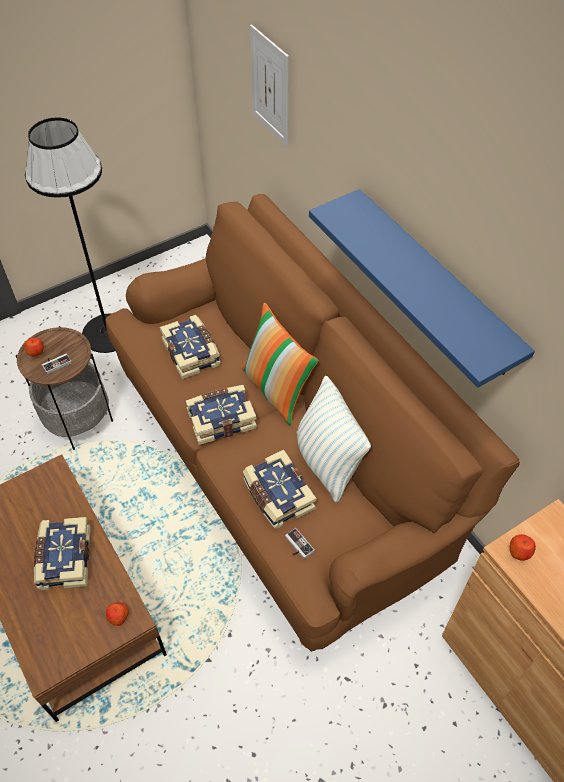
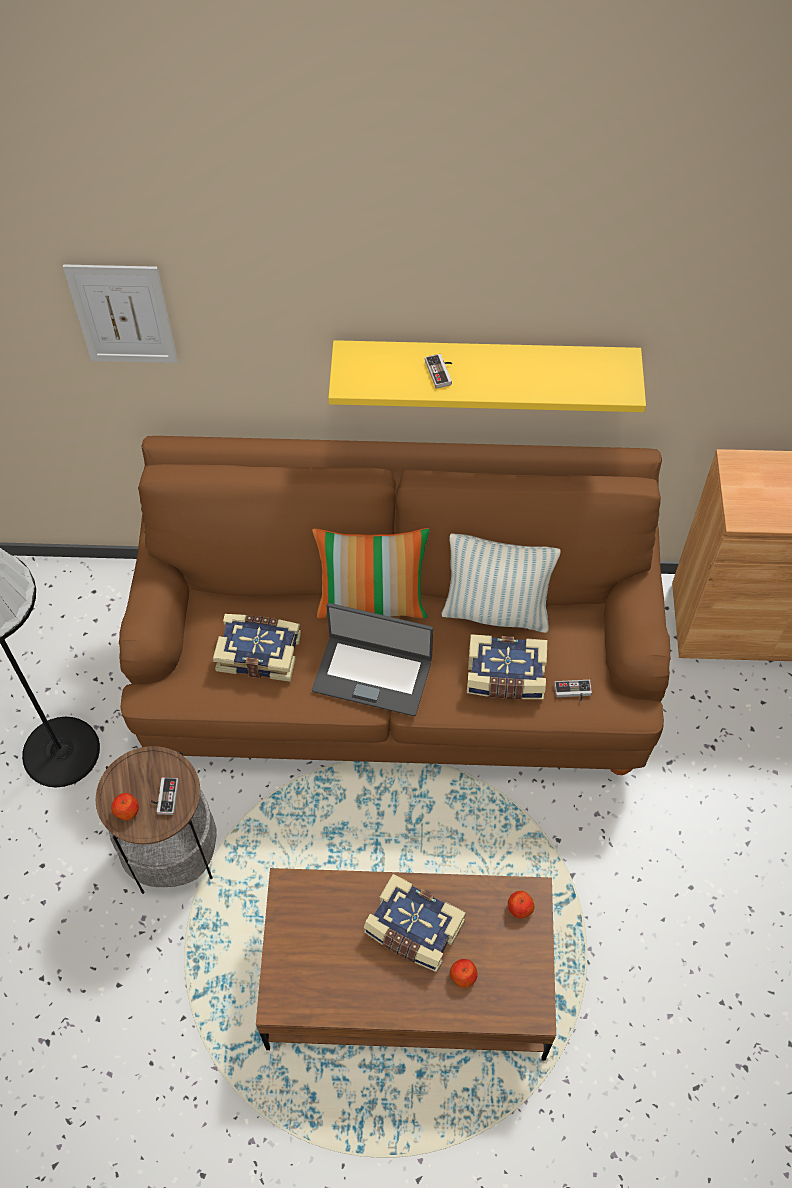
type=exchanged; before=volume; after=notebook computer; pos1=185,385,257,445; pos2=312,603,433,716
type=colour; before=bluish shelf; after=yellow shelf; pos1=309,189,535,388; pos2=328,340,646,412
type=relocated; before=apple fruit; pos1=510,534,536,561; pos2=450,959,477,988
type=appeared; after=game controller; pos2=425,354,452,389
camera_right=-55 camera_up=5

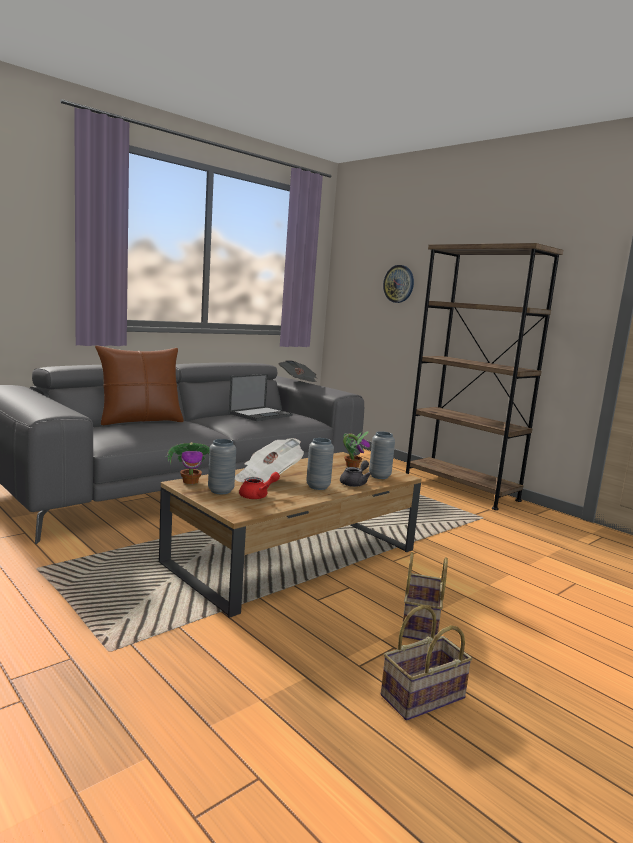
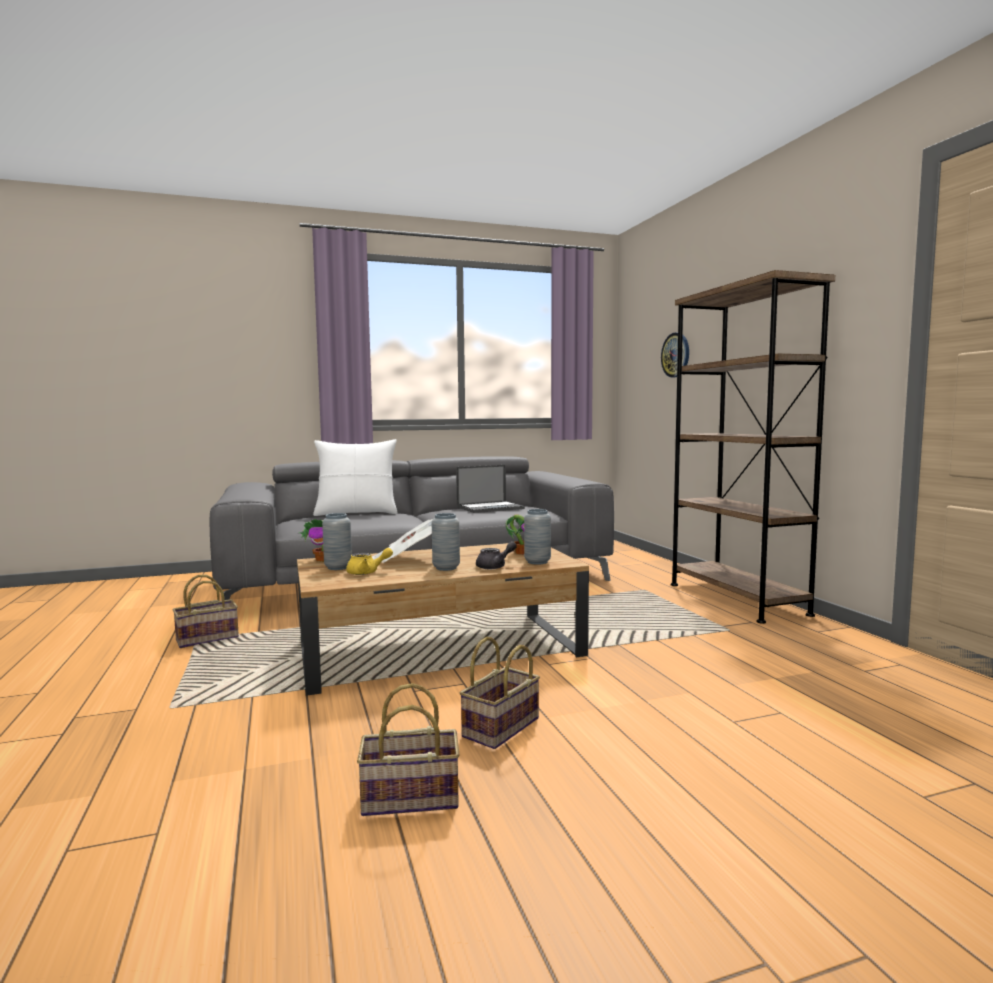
type=colour; before=brown throw pillow; after=white throw pillow; pos1=95,346,184,425; pos2=313,439,397,516
type=colour; before=red pot for tea; after=yellow pot for tea; pos1=239,472,280,499; pos2=346,548,393,575
type=missing; before=printed paper; pos1=279,360,317,382
type=appeared; after=storage basket; pos2=173,575,239,648
camera_right=25 camera_up=-5

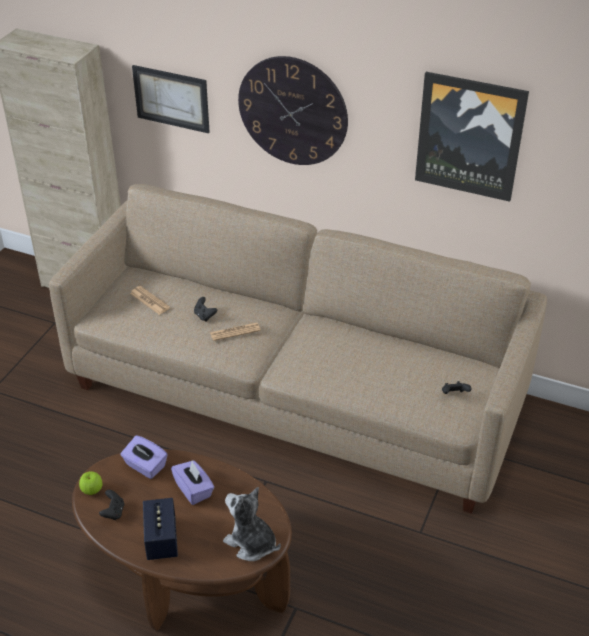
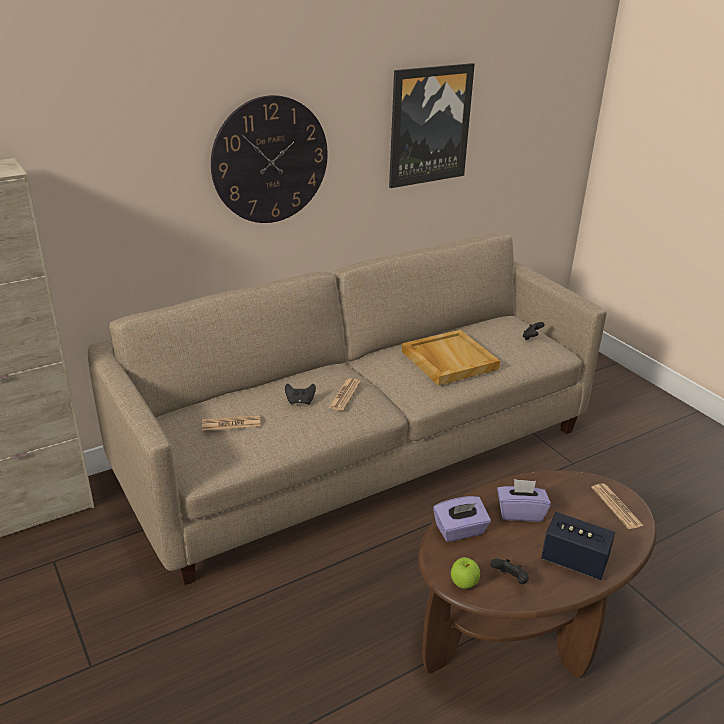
type=missing; before=wall picture; pos1=132,65,210,133
type=exchanged; before=plush toy; after=printed paper; pos1=223,487,281,561; pos2=591,483,644,529
type=appeared; after=beige-coloured serving tray; pos2=402,330,500,386
camera_right=-55 camera_up=-10

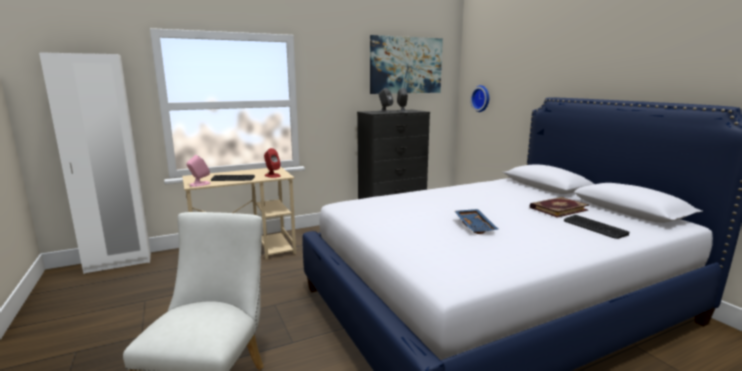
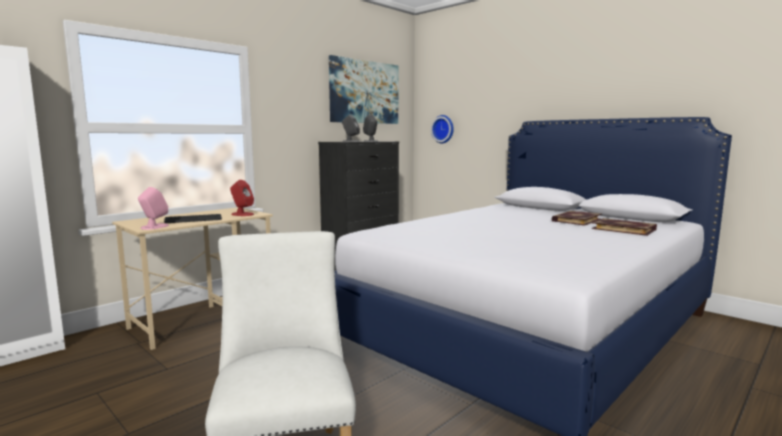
type=missing; before=bluish serving tray; pos1=455,209,498,234
type=exchanged; before=keyboard; after=volume; pos1=564,215,629,239; pos2=592,218,657,236
camera_right=-20 camera_up=-5

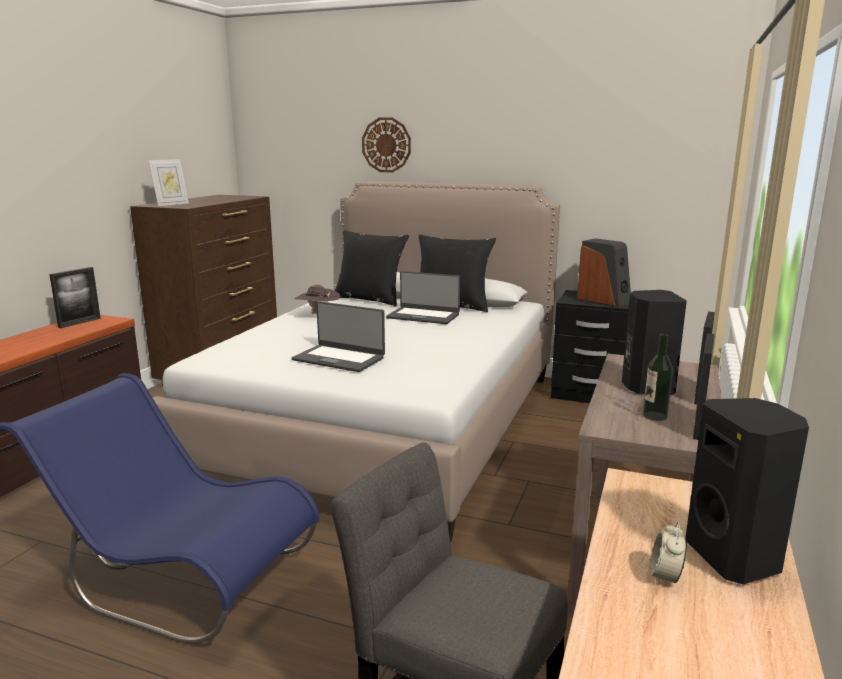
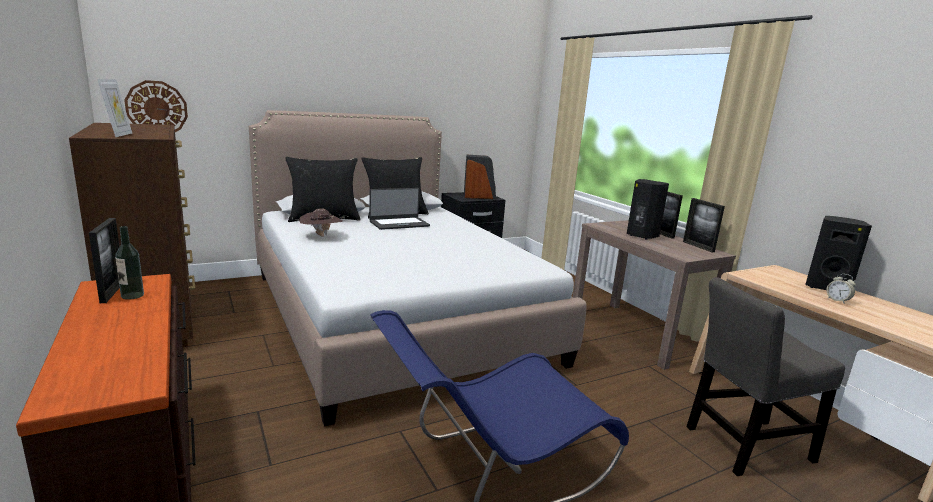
type=missing; before=notebook computer; pos1=292,301,385,372
type=relocated; before=clock on the wall; pos1=362,117,411,172; pos2=124,80,188,132
type=relocated; before=bottle; pos1=643,333,673,421; pos2=115,226,144,300
camera_right=-50 camera_up=0

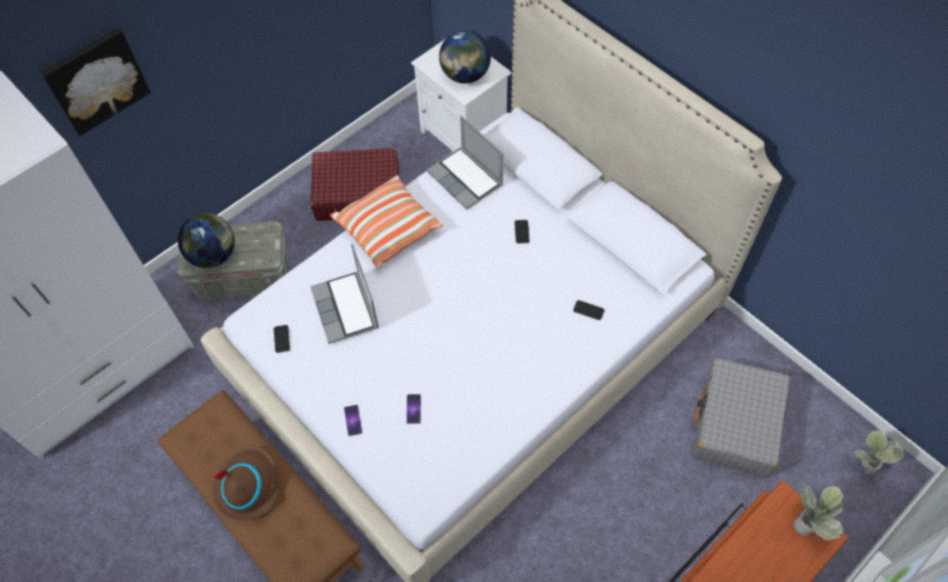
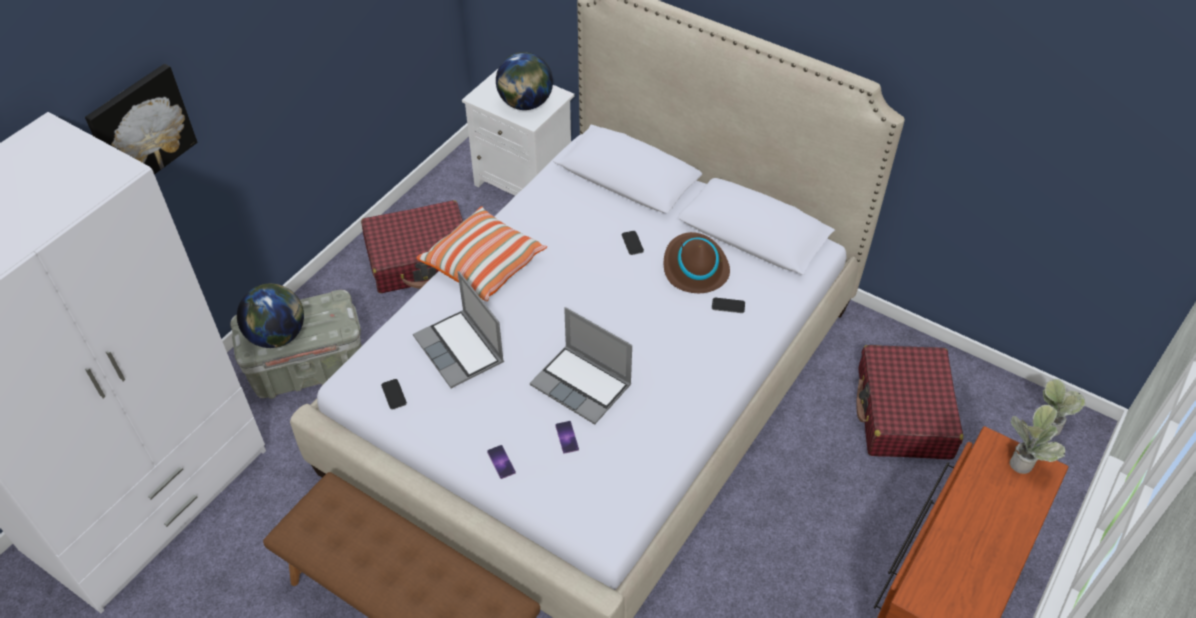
type=relocated; before=brown clothing hat; pos1=213,446,278,521; pos2=664,232,730,293
type=relocated; before=notebook computer; pos1=427,116,503,210; pos2=530,307,632,425
type=colour; before=grey suitcase; after=red suitcase; pos1=692,358,790,478; pos2=856,345,963,459
camera_right=-15 camera_up=-10

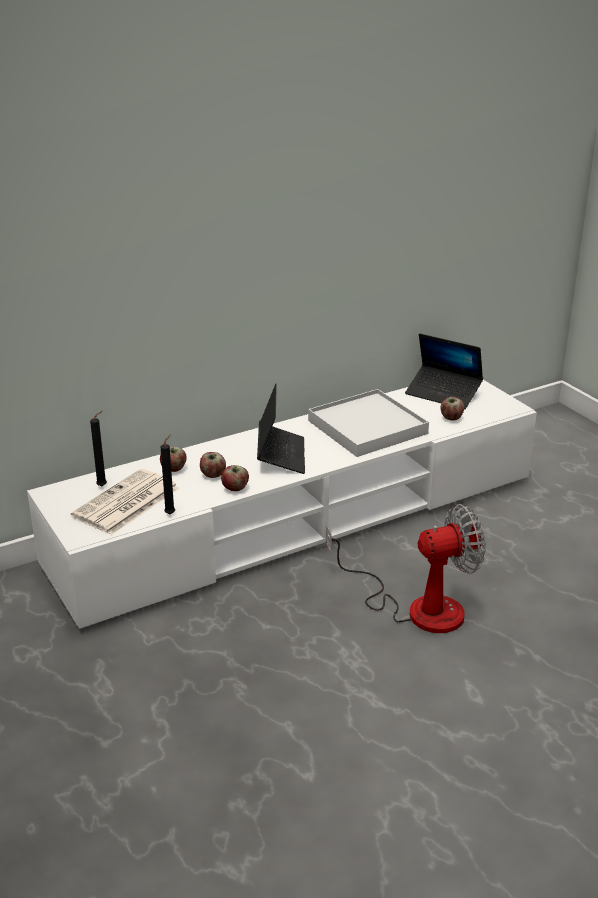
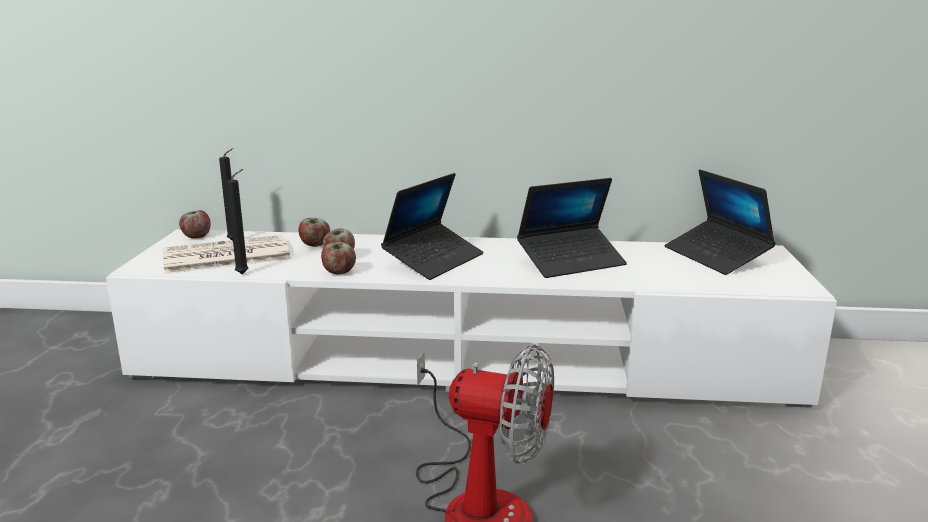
type=exchanged; before=white serving tray; after=notebook computer; pos1=308,389,429,457; pos2=517,178,627,278
type=relocated; before=apple fruit; pos1=440,397,464,420; pos2=179,210,211,239
camera_right=35 camera_up=-10

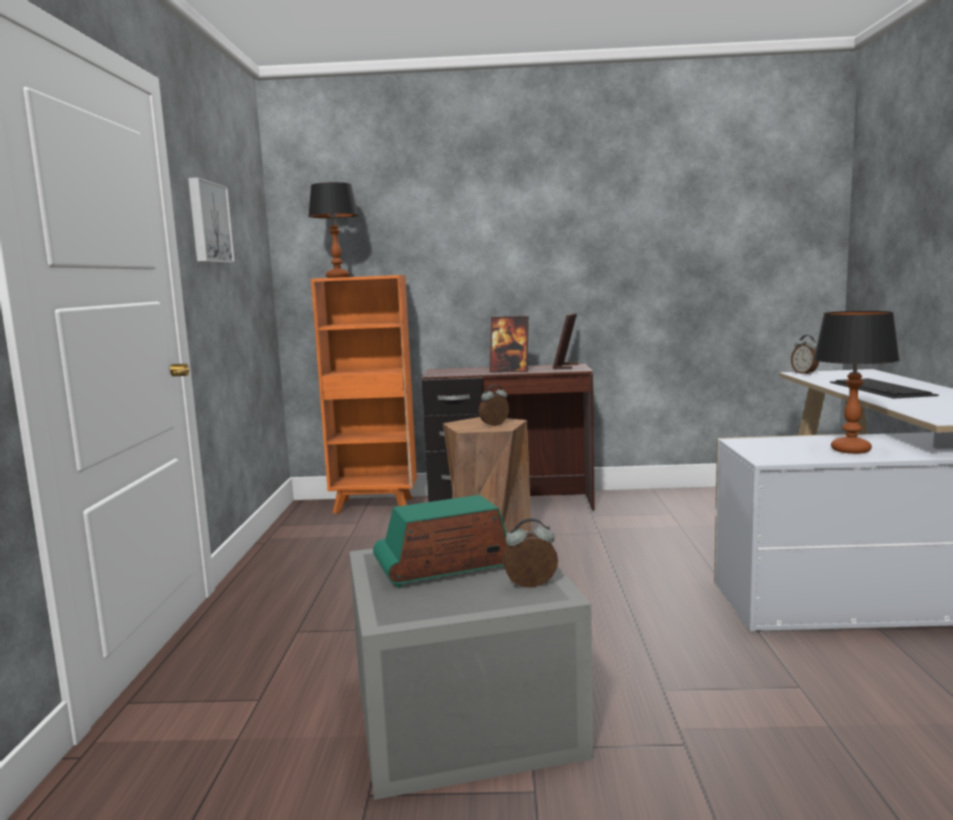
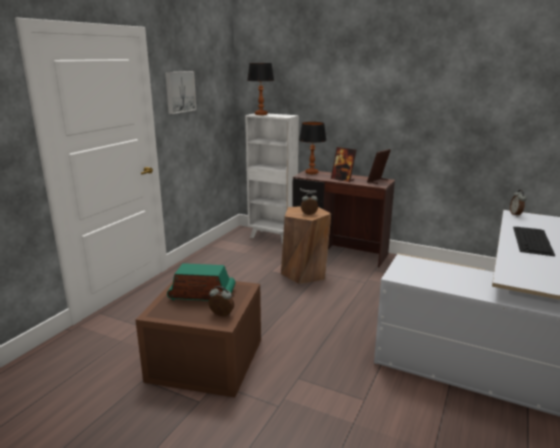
type=colour; before=orange-coloured shelving unit; after=white shelving unit; pos1=311,275,417,514; pos2=245,113,299,245
type=colour; before=grey storage box; after=brown storage box; pos1=349,531,593,800; pos2=136,281,261,397
type=relocated; before=lamp for a table; pos1=814,311,900,454; pos2=299,122,327,174
camera_right=25 camera_up=10

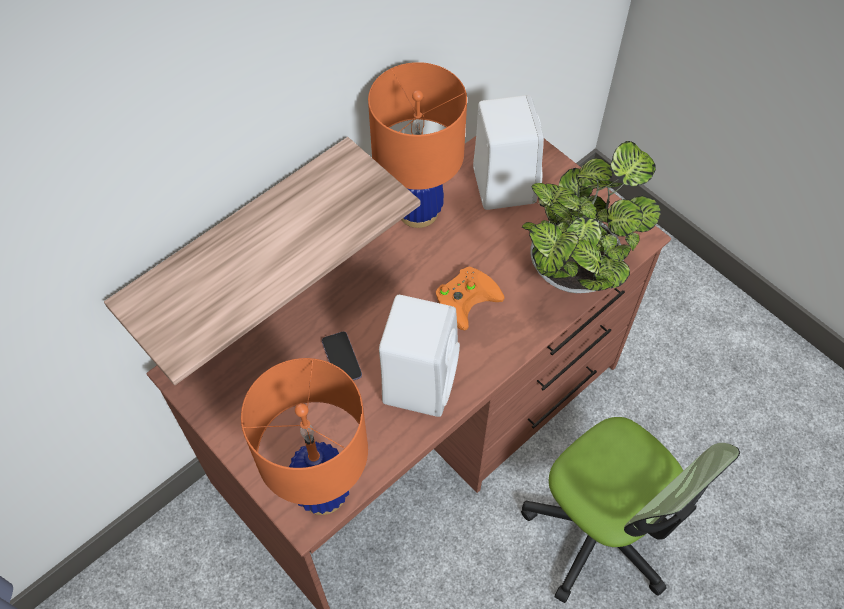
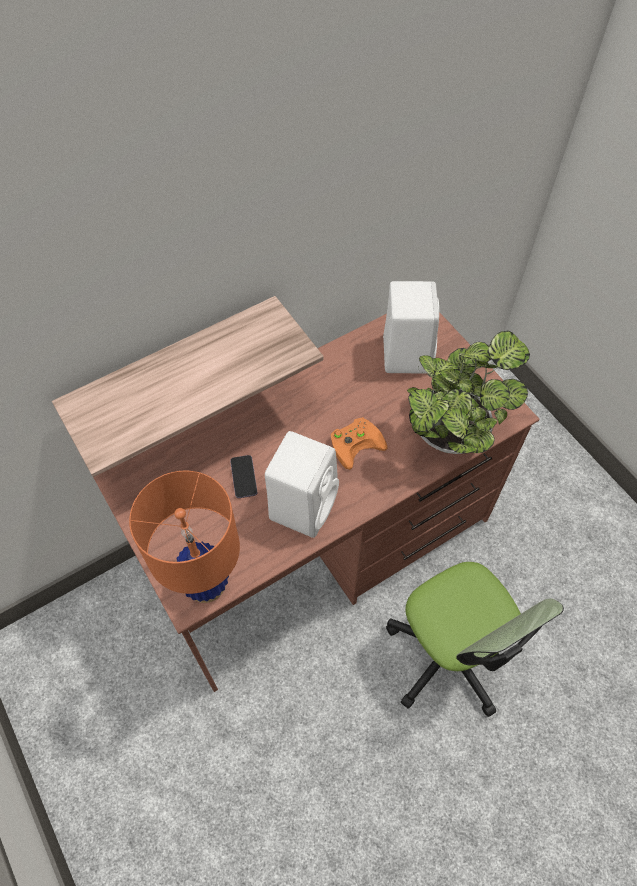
type=missing; before=orange-coloured lamp for a table; pos1=368,62,467,228
camera_right=10 camera_up=0

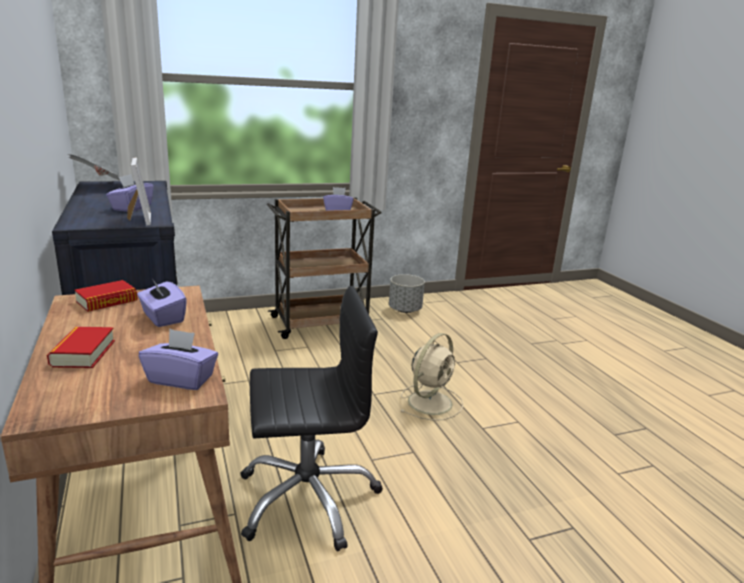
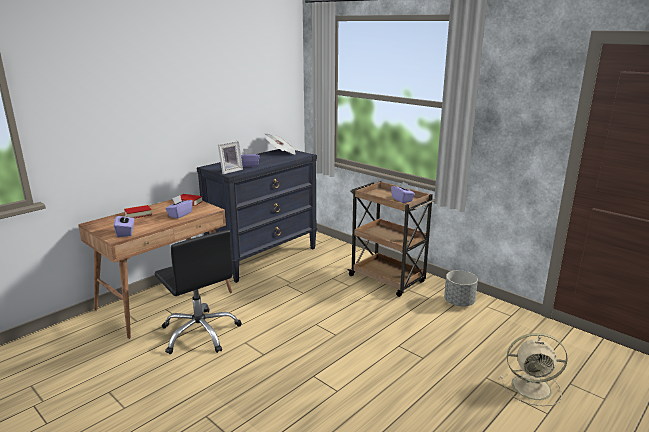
type=relocated; before=beige-coloured fan; pos1=400,333,463,421; pos2=500,333,567,406
camera_right=65 camera_up=0

